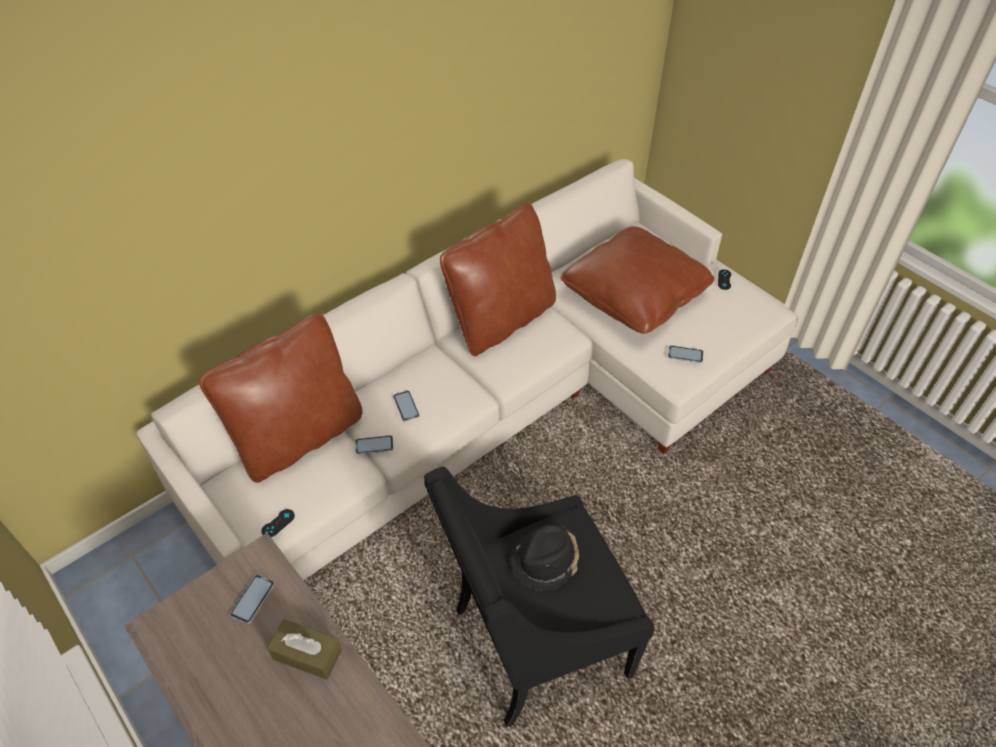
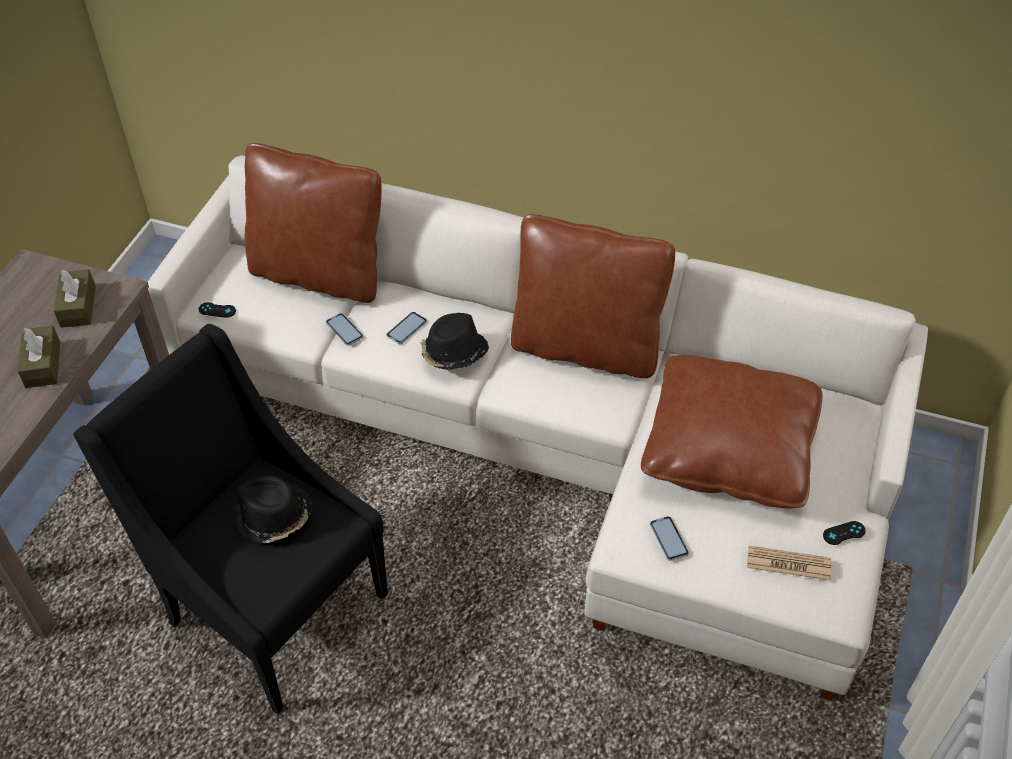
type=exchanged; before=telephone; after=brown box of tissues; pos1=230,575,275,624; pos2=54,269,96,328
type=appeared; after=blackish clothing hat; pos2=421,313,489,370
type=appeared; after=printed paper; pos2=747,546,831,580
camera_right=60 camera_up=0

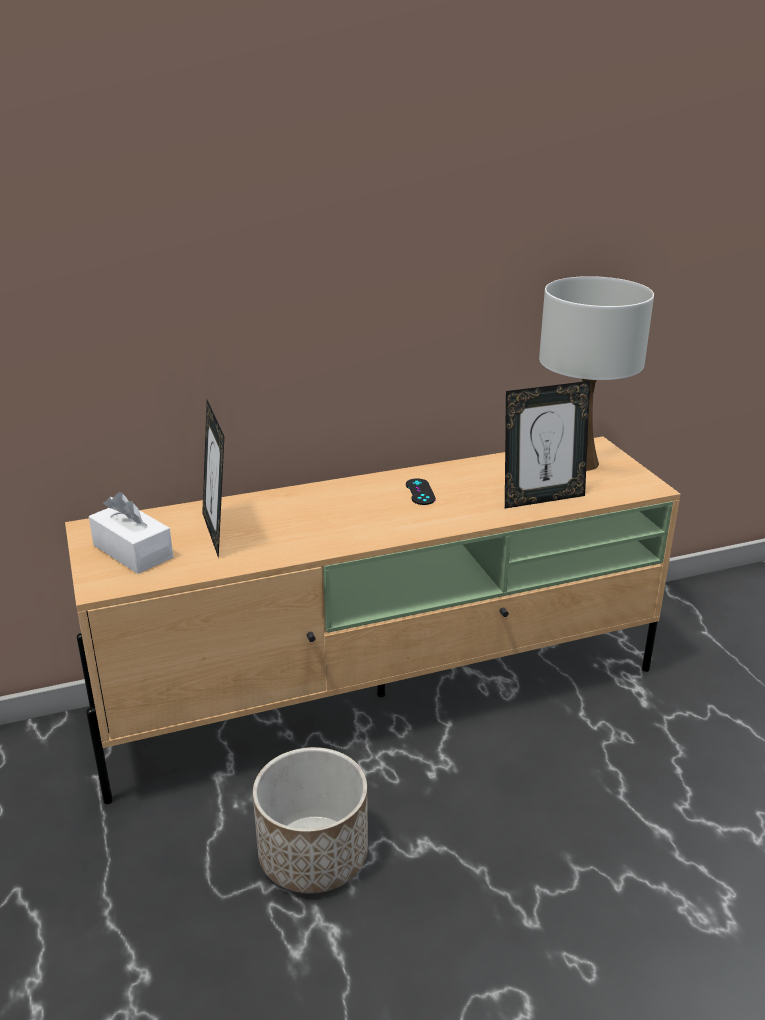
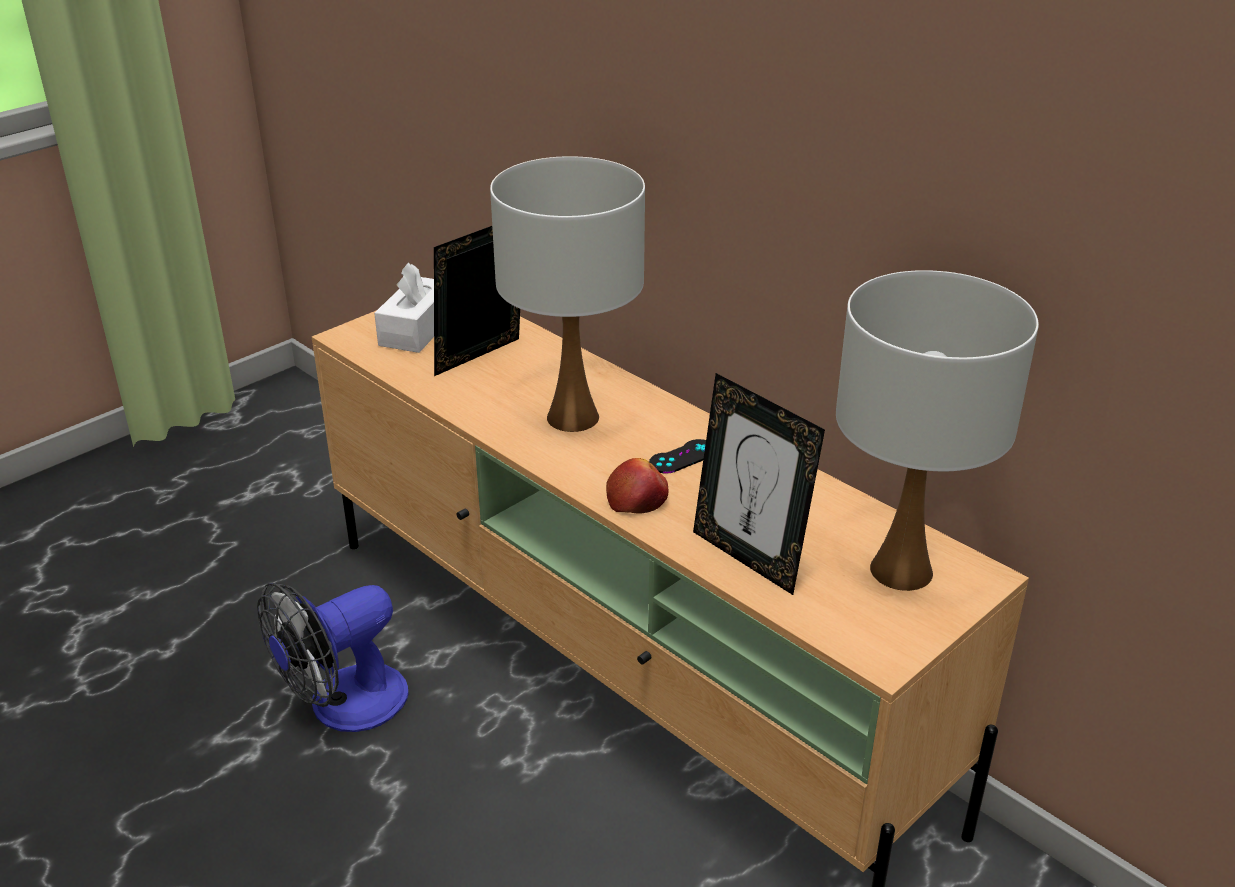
type=exchanged; before=plant pot; after=fan; pos1=253,747,368,894; pos2=257,583,409,732
type=appeared; after=white lamp for a table; pos2=490,156,645,432
type=appeared; after=apple fruit; pos2=606,458,669,514
camera_right=65 camera_up=5

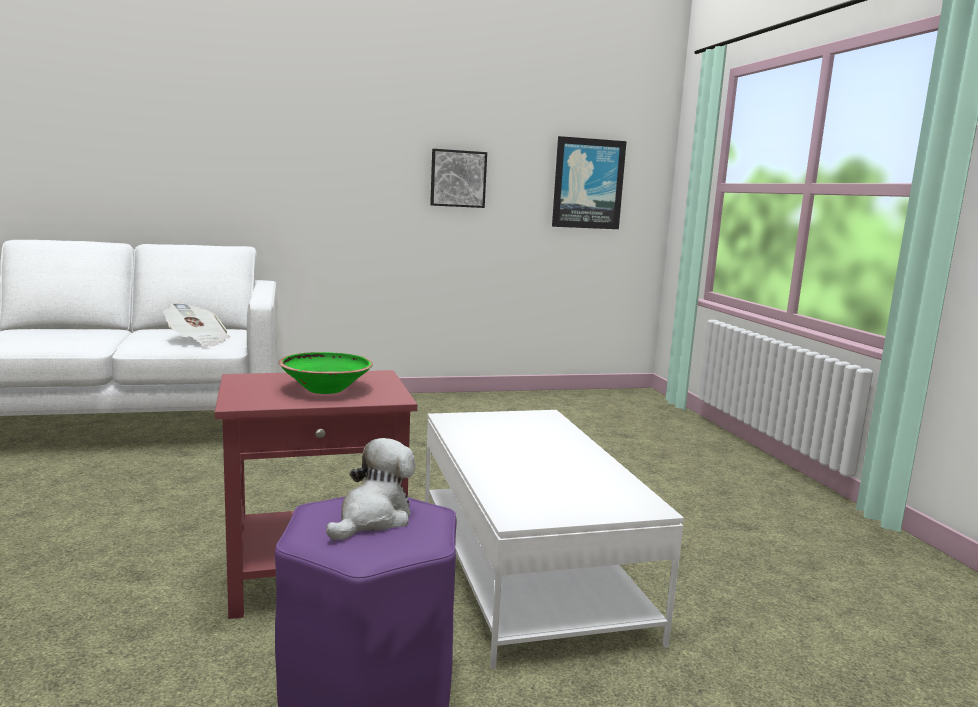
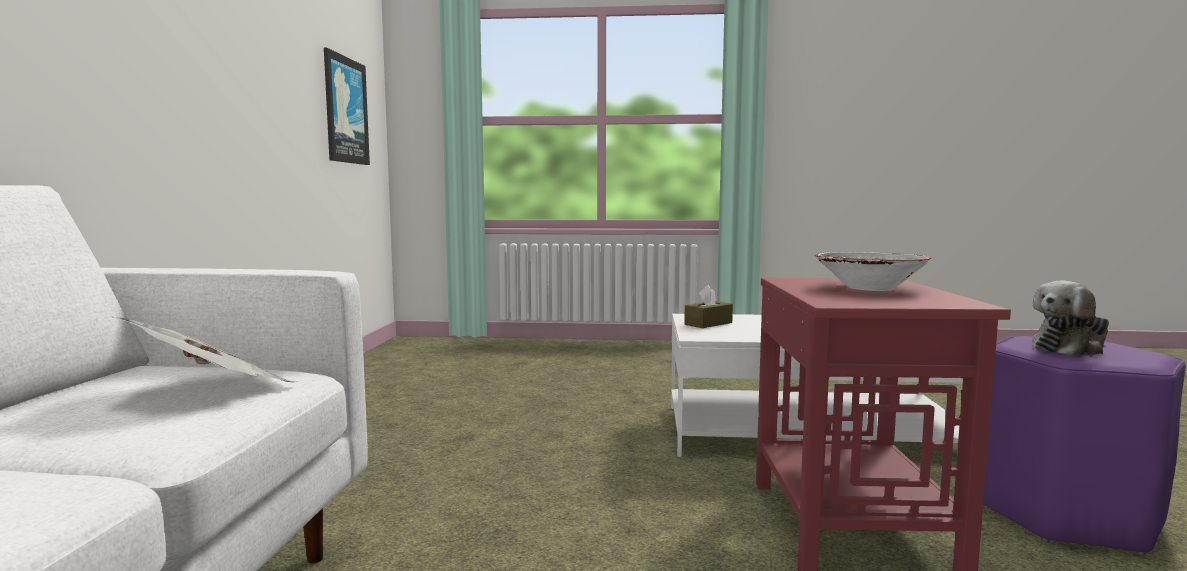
type=colour; before=green deep dish; after=white deep dish; pos1=279,352,373,394; pos2=815,252,931,291
type=spun; before=plush toy; pos1=326,438,416,540; pos2=1032,281,1109,356; turn=-75
type=missing; before=wall picture; pos1=430,149,487,208
type=appeared; after=brown box of tissues; pos2=684,285,733,328
camera_right=-70 camera_up=-5

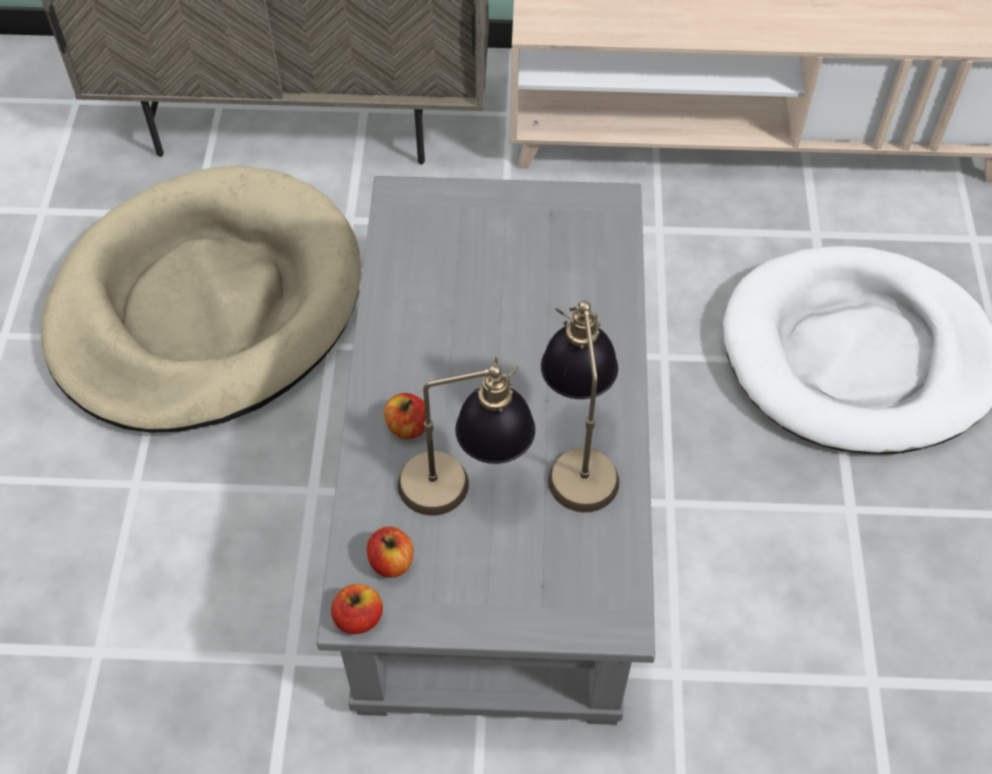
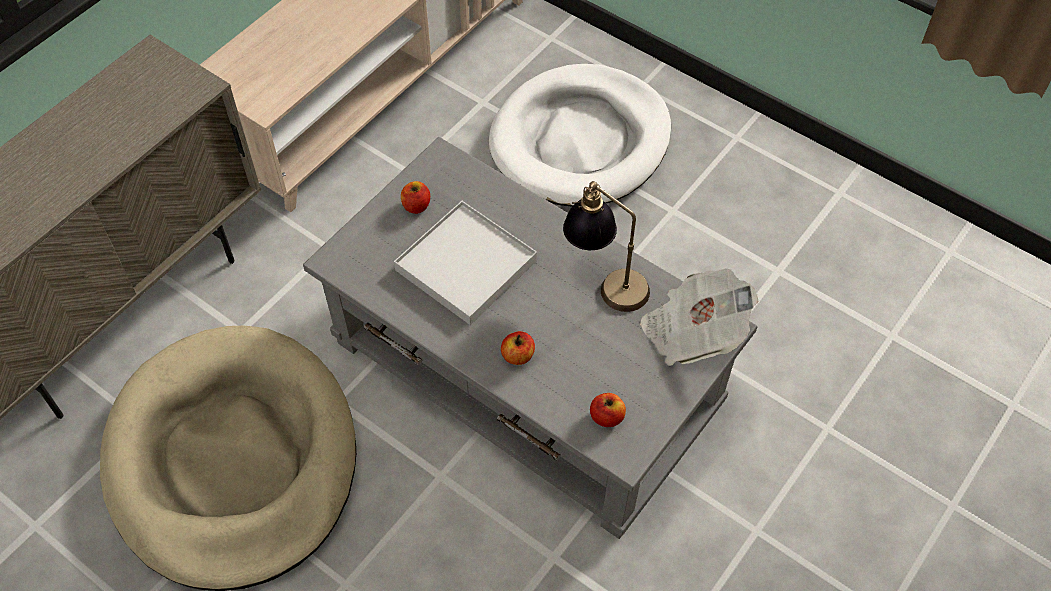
type=relocated; before=apple fruit; pos1=331,584,383,634; pos2=401,181,430,214
type=missing; before=lamp for a table; pos1=398,357,535,516
type=appeared; after=white serving tray; pos2=394,201,537,325
type=appeared; after=printed paper; pos2=640,268,758,366
camera_right=-55 camera_up=0

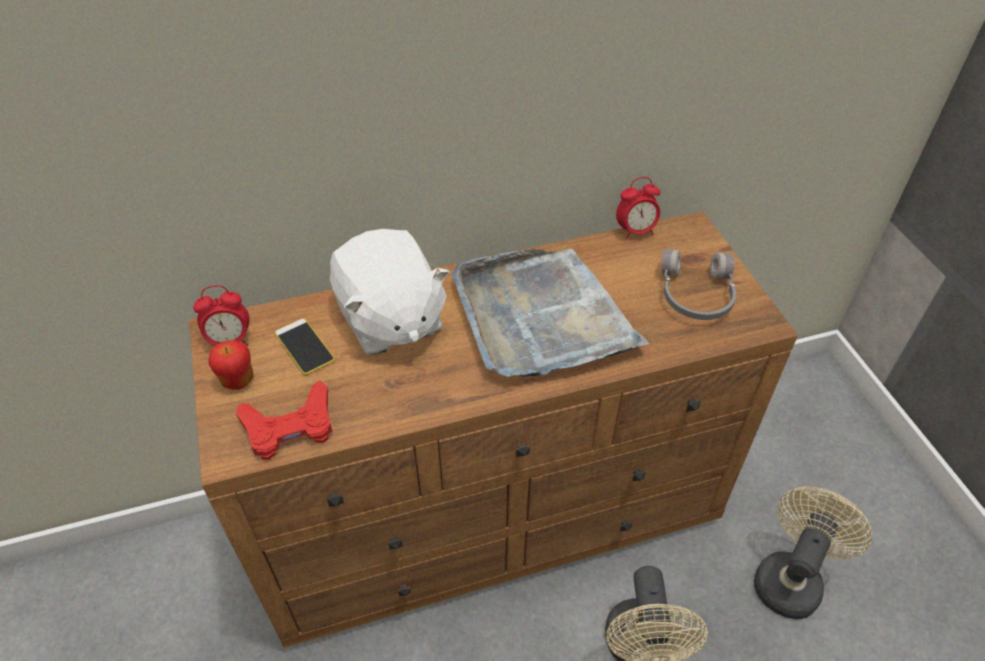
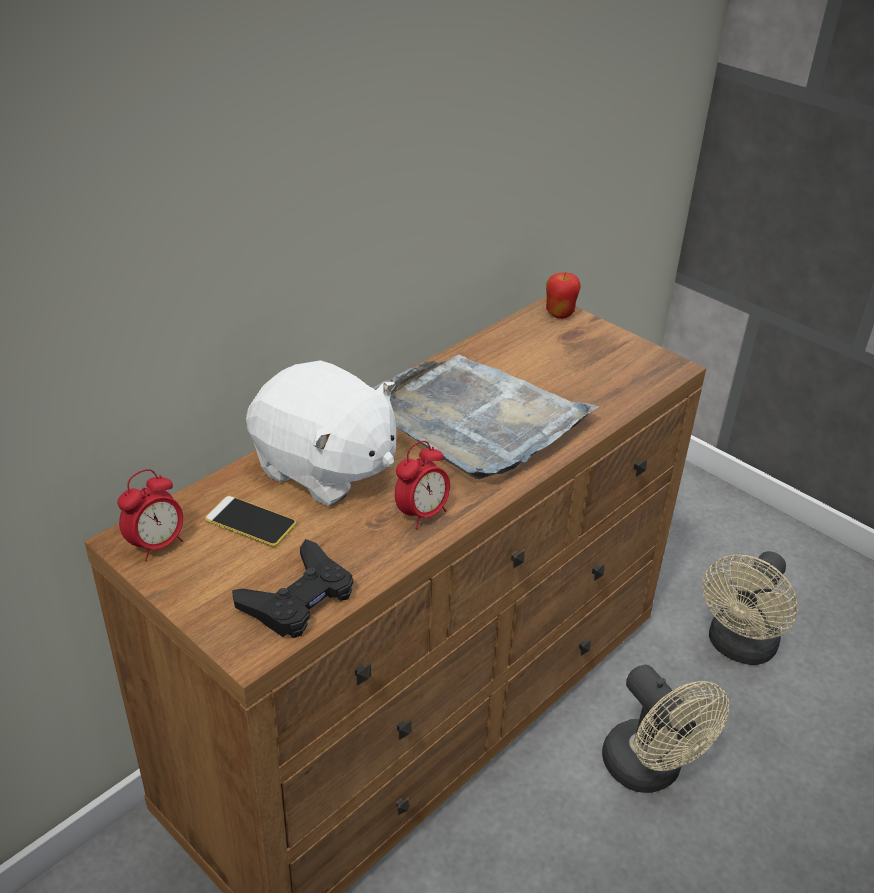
type=relocated; before=apple fruit; pos1=209,340,253,390; pos2=546,272,581,319
type=colour; before=red game controller; after=blackish game controller; pos1=236,380,332,460; pos2=232,539,353,638
type=relocated; before=alarm clock; pos1=616,177,660,240; pos2=395,441,450,529
type=missing; before=grey headset; pos1=662,249,737,320
type=spun; before=beige-coloured fan; pos1=754,487,872,619; pos2=702,551,798,665; turn=-150
camera_right=-30 camera_up=-10

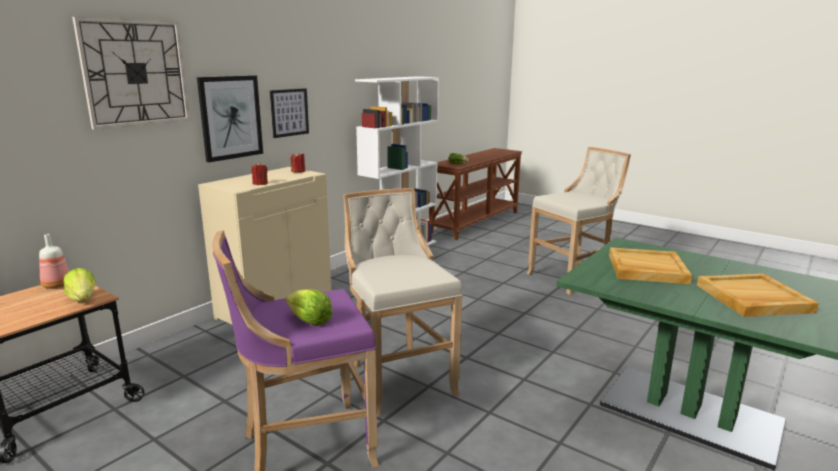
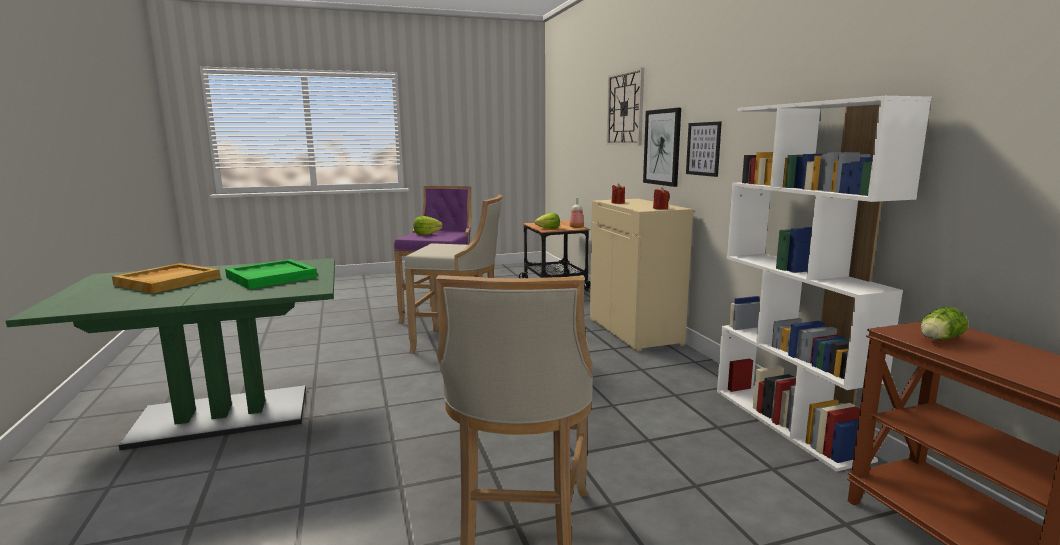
type=colour; before=beige-coloured serving tray; after=green serving tray; pos1=609,247,692,284; pos2=225,259,317,289
camera_right=125 camera_up=-5

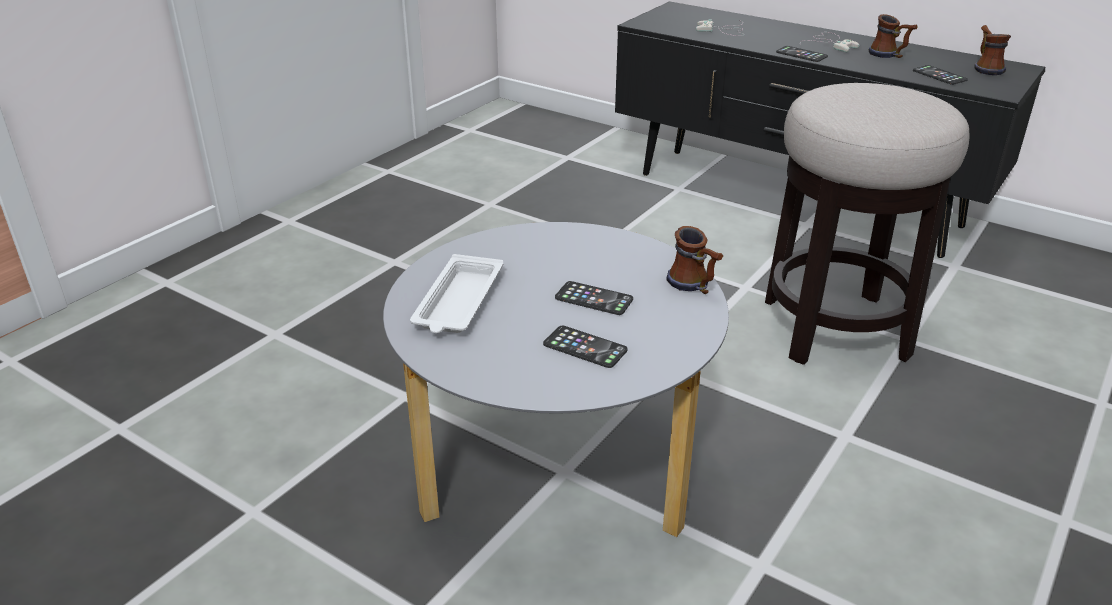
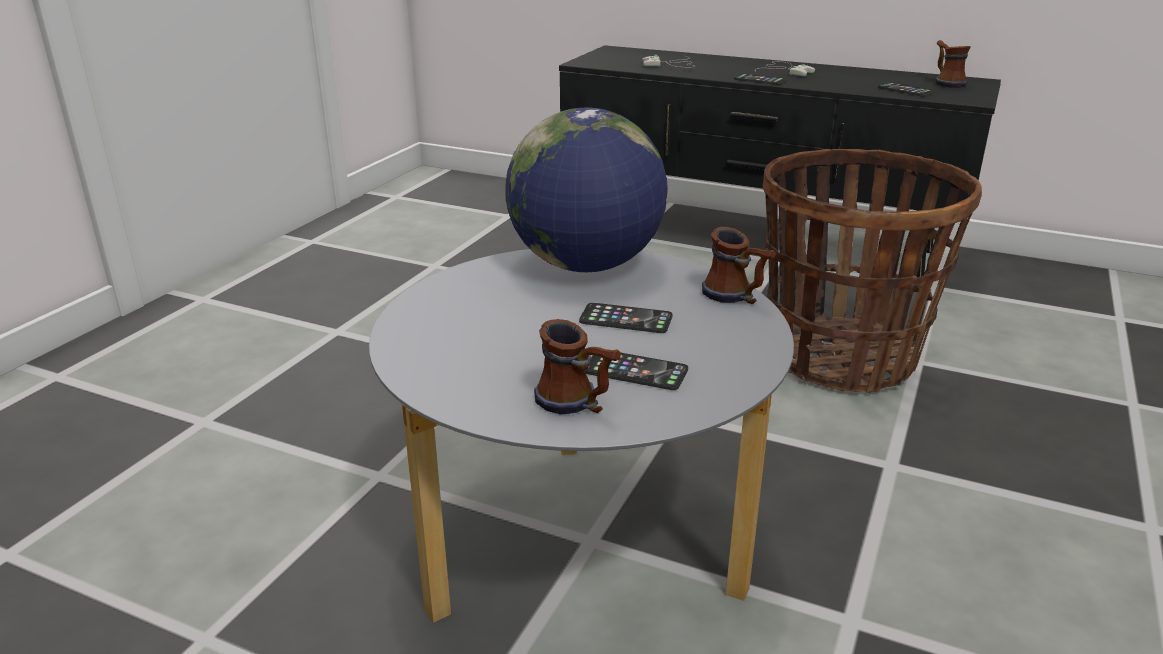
type=missing; before=white serving tray; pos1=410,254,503,333
type=exchanged; before=sitting stool; after=storage basket; pos1=765,83,969,365; pos2=763,149,982,393
type=relocated; before=coffee mug; pos1=869,14,917,58; pos2=534,319,621,415
type=appeared; after=world globe; pos2=505,108,668,272
camera_right=-10 camera_up=-5

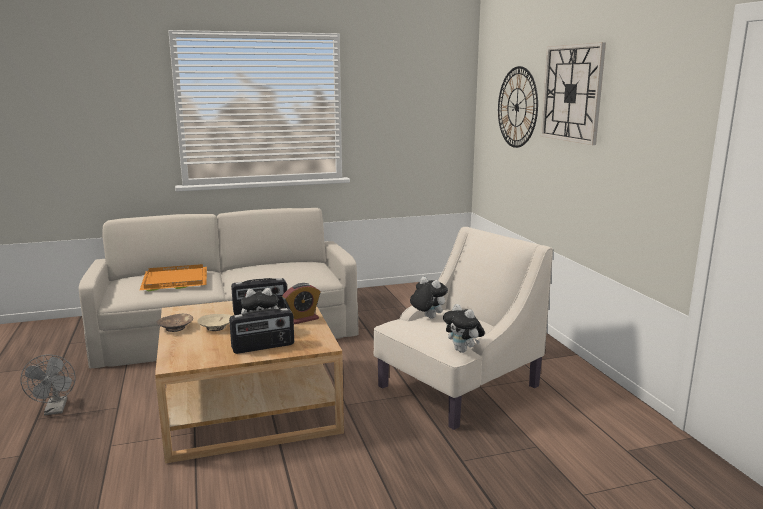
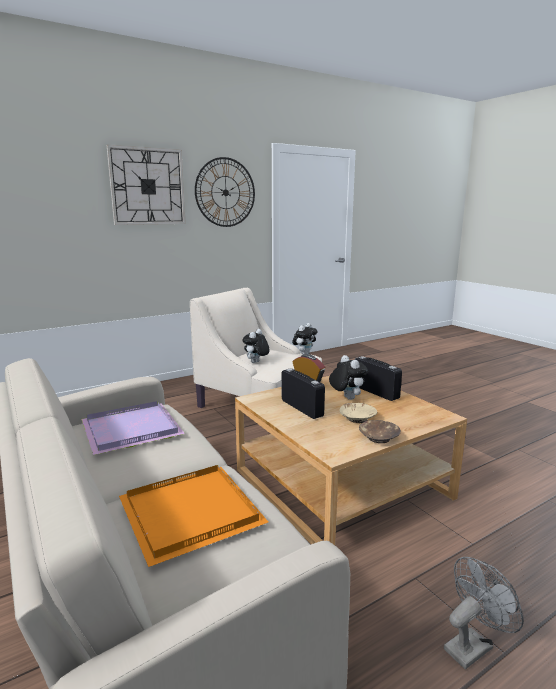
type=relocated; before=clock on the wall; pos1=498,66,538,148; pos2=195,157,255,227
type=appeared; after=purple serving tray; pos2=81,401,185,455
camera_right=-105 camera_up=0

